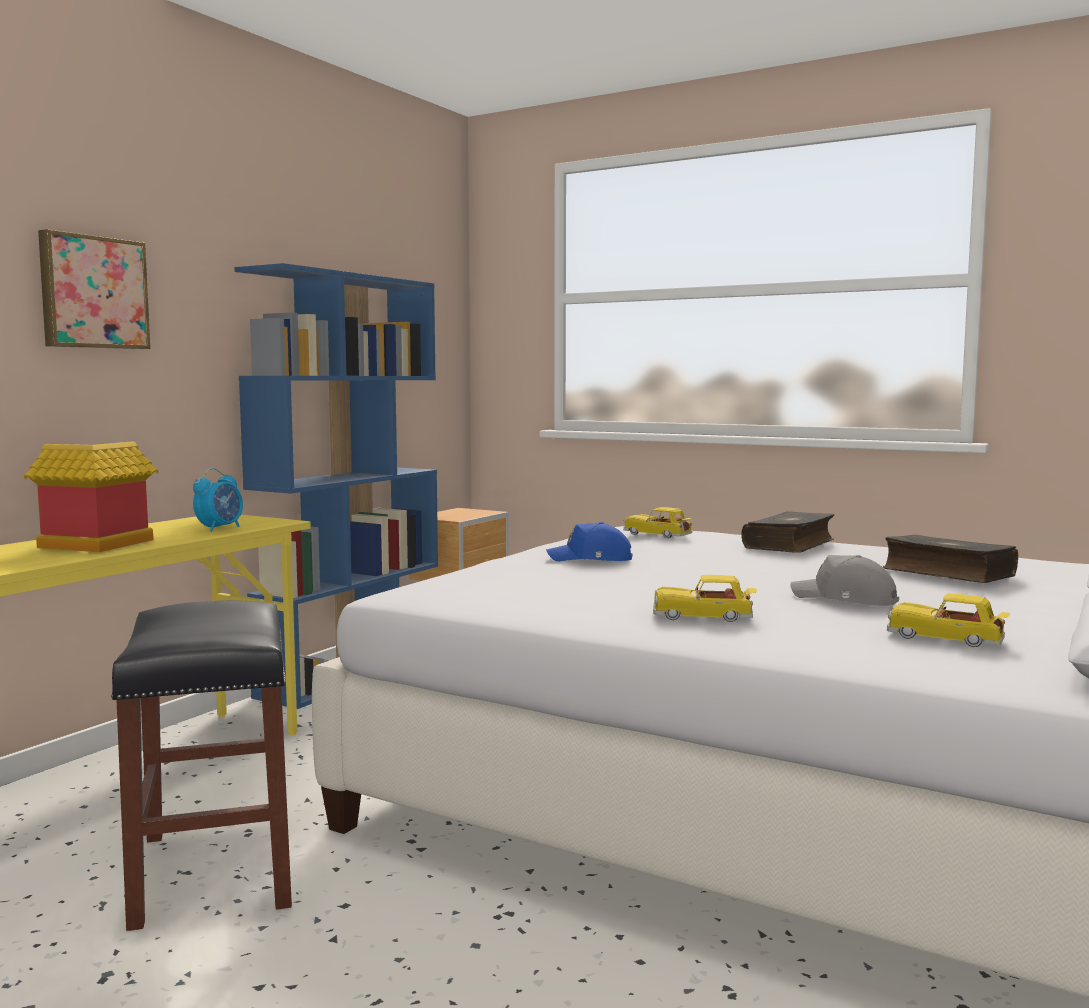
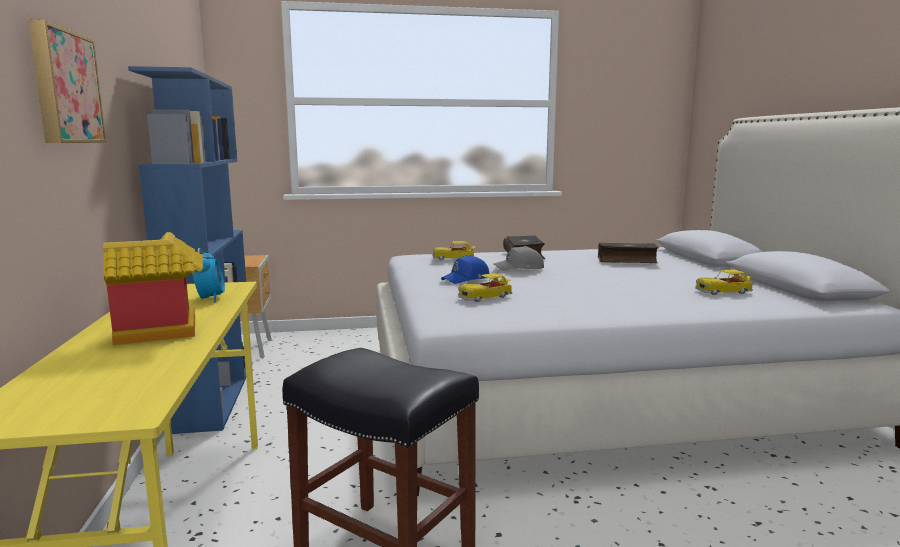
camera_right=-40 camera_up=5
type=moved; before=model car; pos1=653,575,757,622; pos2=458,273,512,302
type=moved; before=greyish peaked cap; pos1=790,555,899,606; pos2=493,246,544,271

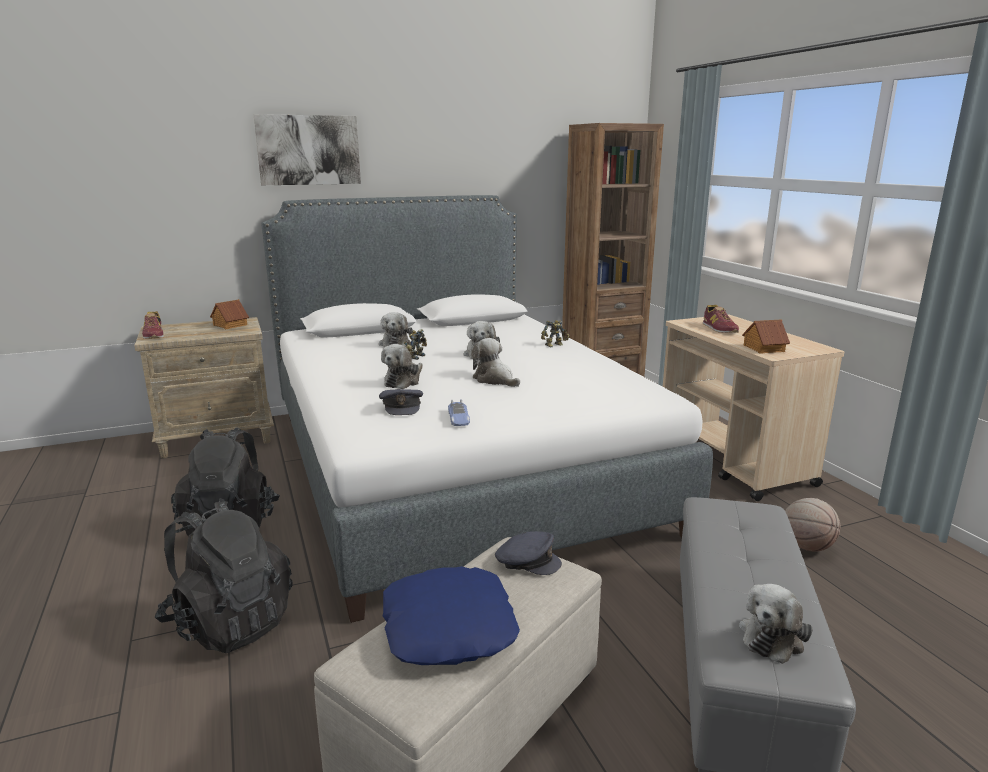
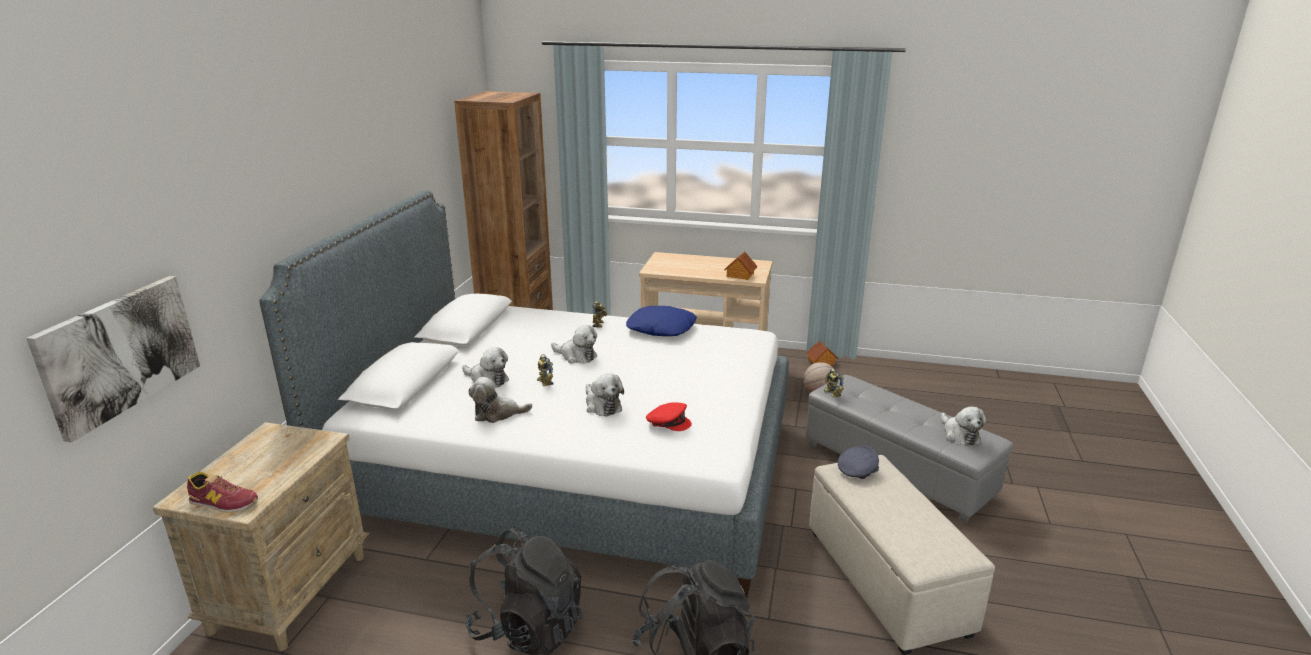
camera_right=-55 camera_up=5
type=moved; before=model house; pos1=210,299,249,329; pos2=806,340,839,365
type=moved; before=picture; pos1=254,114,361,185; pos2=26,276,200,442
type=recoloured; before=greyish peaked cap; after=red-coloured peaked cap; pos1=379,389,423,415; pos2=646,402,692,431
type=moved; before=blue-coloured throw pillow; pos1=383,566,520,665; pos2=626,306,697,336
type=removed; before=model car; pos1=448,399,470,426
type=moved; before=soft toy; pos1=471,338,520,387; pos2=468,377,532,423
type=removed; before=shoe; pos1=703,305,739,333
type=added; after=robot figure; pos2=824,368,844,397

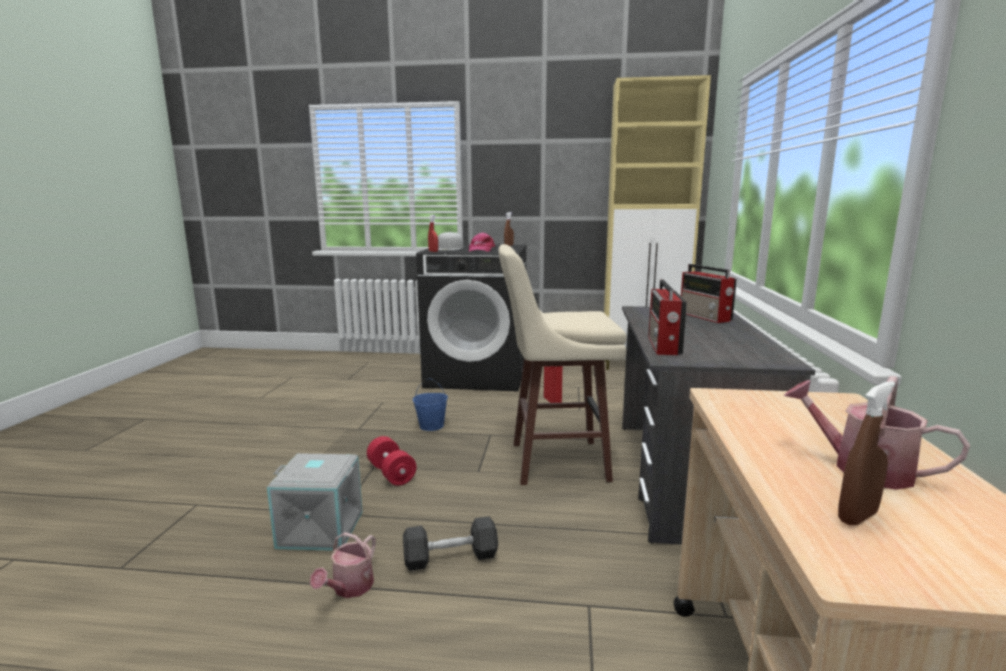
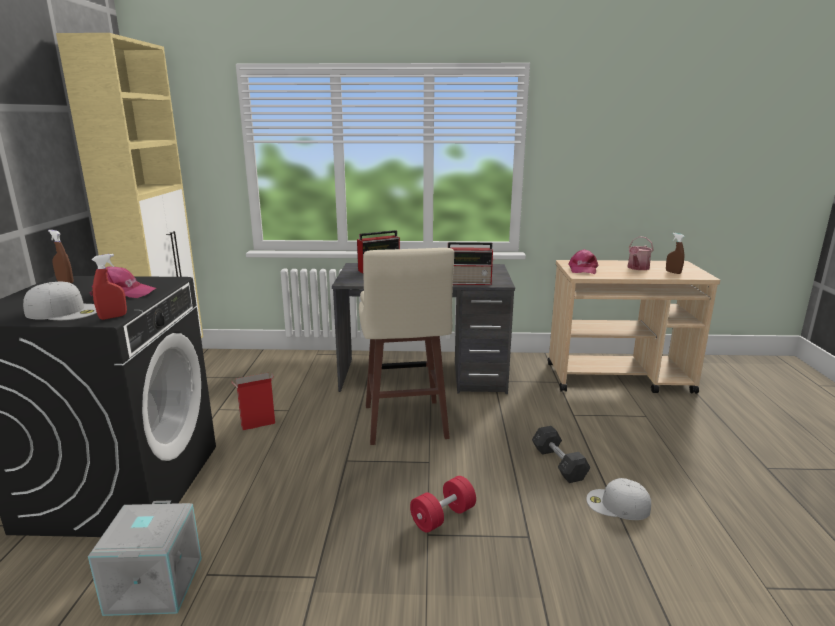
camera_right=-95 camera_up=5
type=moved; before=greyish storage container; pos1=267,453,363,551; pos2=88,501,202,616
type=replaced; before=watering can; after=white peaked cap; pos1=310,532,376,598; pos2=586,478,651,520
type=removed; before=blue-coloured water bucket; pos1=413,378,448,431
type=added; after=pink-coloured peaked cap; pos2=569,249,599,274

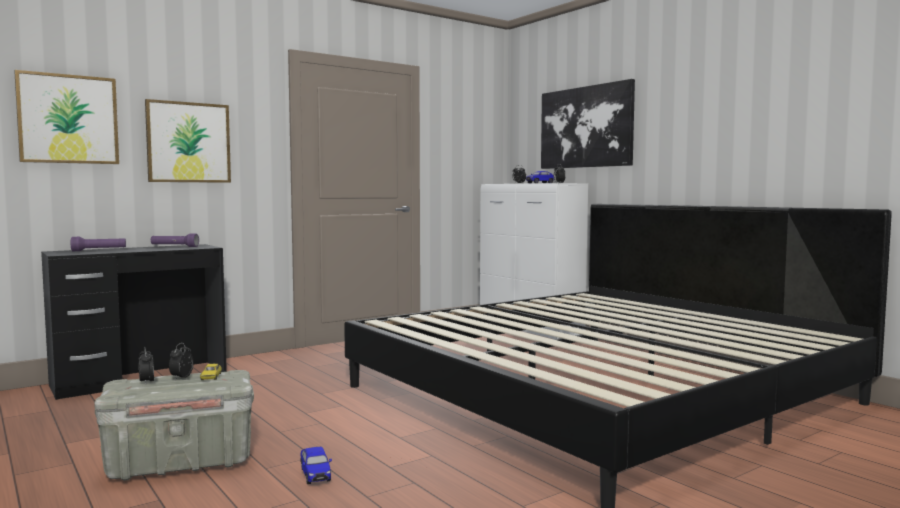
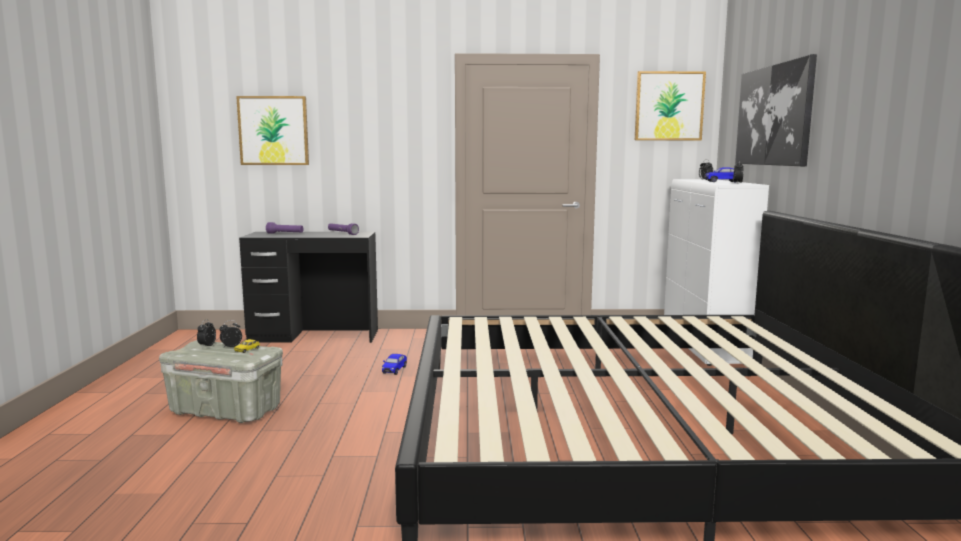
camera_right=35 camera_up=5
type=moved; before=picture; pos1=145,99,231,183; pos2=635,71,706,141
type=moved; before=model car; pos1=300,447,332,484; pos2=382,354,407,375

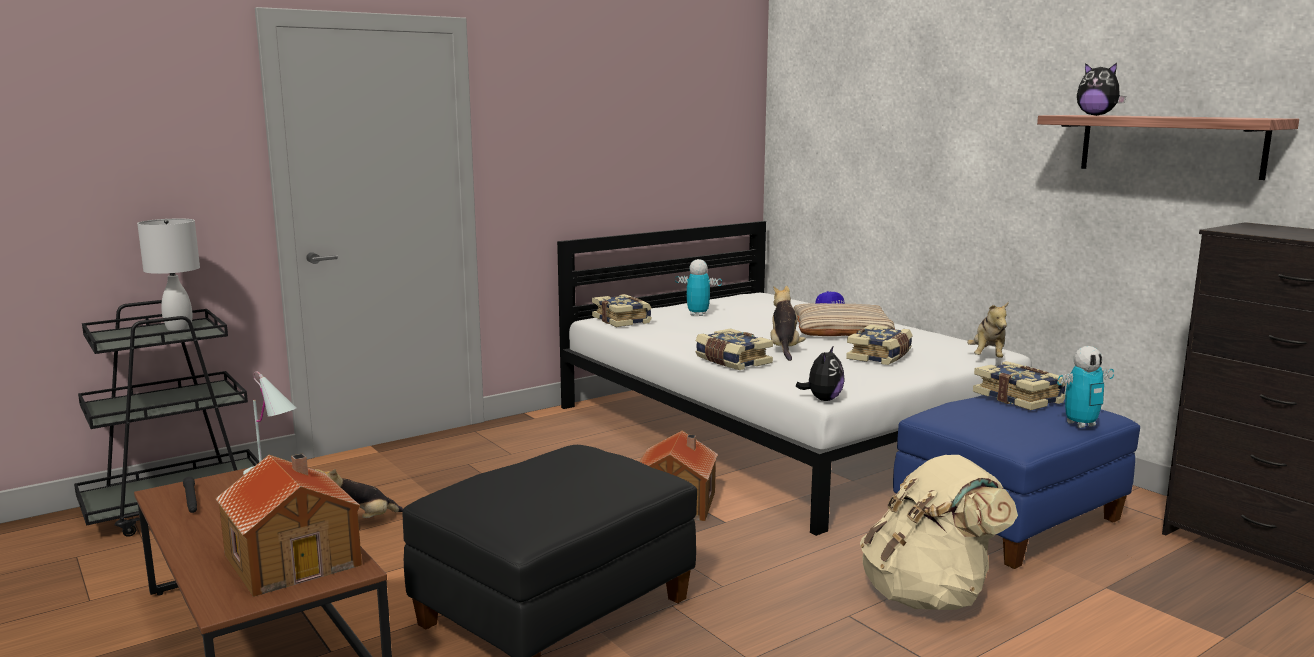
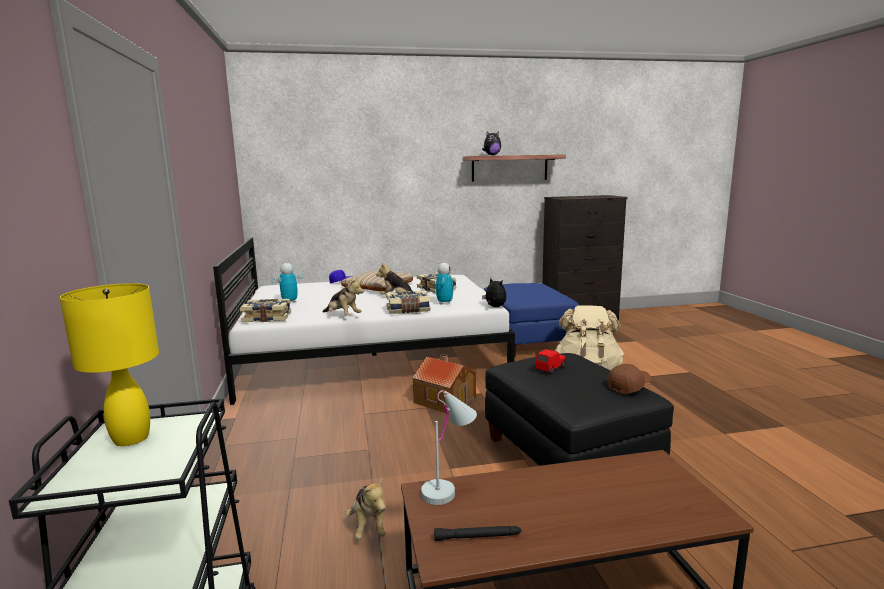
camera_right=-65 camera_up=0
type=recoloured; before=white lamp for a table; after=yellow-coloured lamp for a table; pos1=137,219,200,331; pos2=60,283,159,446
type=removed; before=model house; pos1=215,453,362,597
type=moved; before=soft toy; pos1=967,302,1009,358; pos2=323,277,364,315
type=removed; before=volume; pos1=973,361,1066,410
type=moved; before=robot figure; pos1=1057,346,1114,428; pos2=436,263,454,304
type=added; after=red-coloured model car; pos2=535,349,565,374
type=added; after=brownish peaked cap; pos2=608,364,652,394

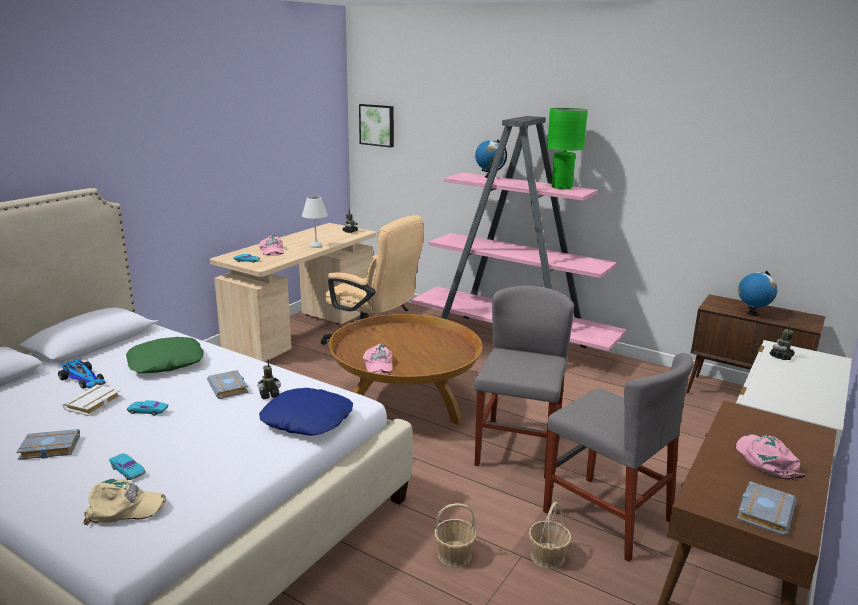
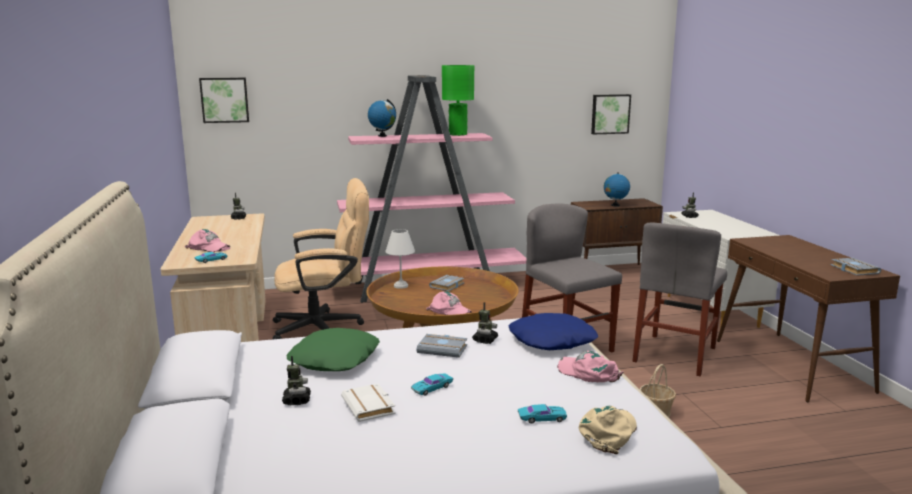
camera_right=-45 camera_up=-5
type=moved; before=greyish volume; pos1=16,429,80,460; pos2=429,275,465,292
type=replaced; before=model car; after=robot figure; pos1=58,358,106,389; pos2=282,356,311,405
type=moved; before=white lamp for a table; pos1=302,196,328,248; pos2=385,229,415,289
type=removed; before=storage basket; pos1=528,502,571,569
type=turned; before=greyish chair; pos1=543,353,694,562; pos2=633,223,727,376; turn=120
type=moved; before=pink-coloured peaked cap; pos1=736,434,805,480; pos2=557,351,623,382
type=added; after=picture; pos2=591,94,631,134

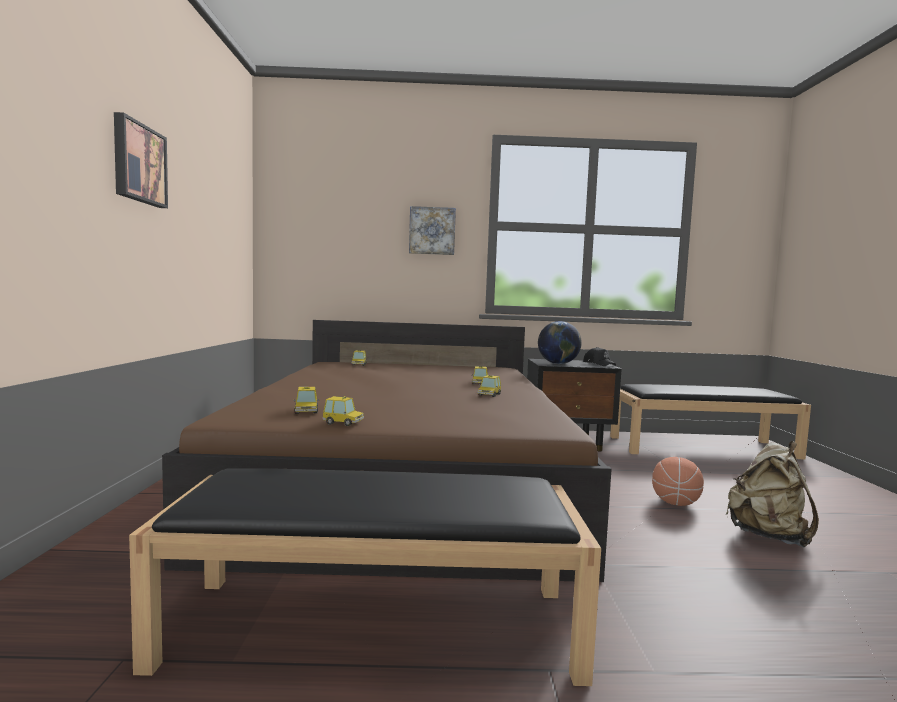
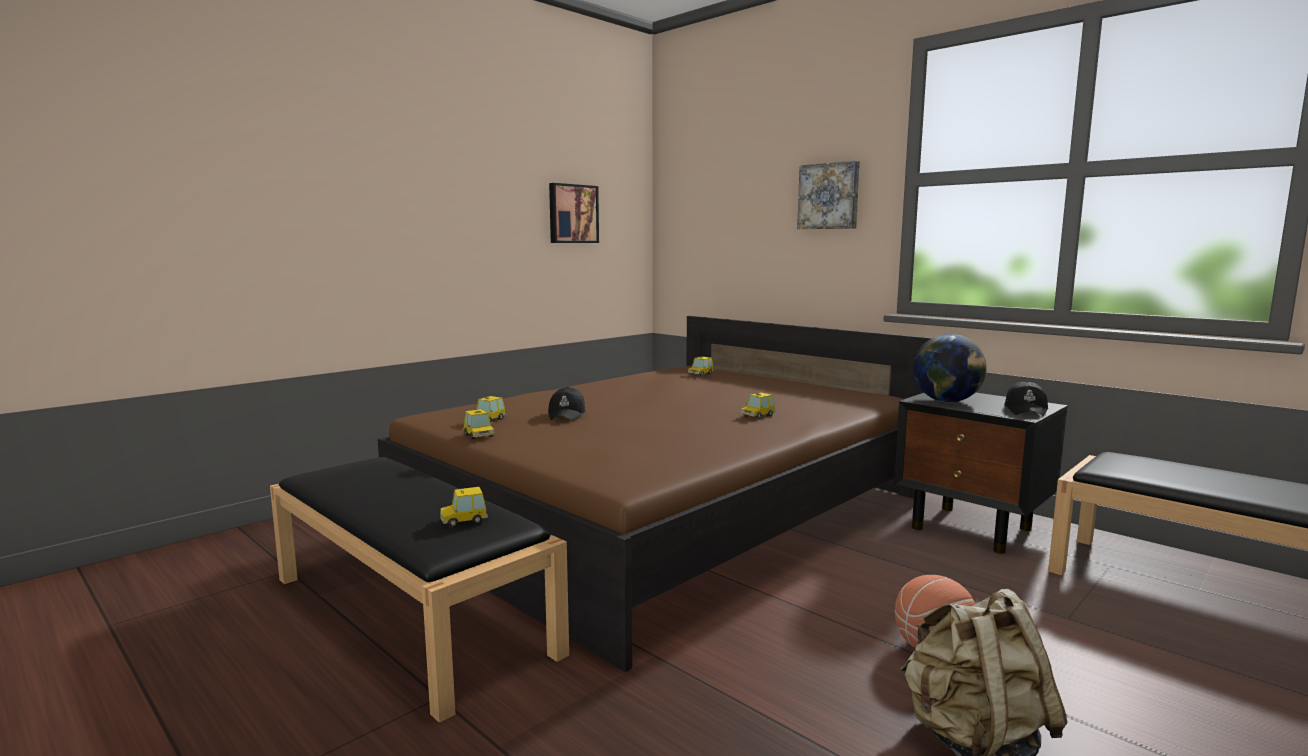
camera_right=45 camera_up=5
type=moved; before=picture; pos1=114,112,168,208; pos2=549,183,599,243
type=moved; before=model car; pos1=478,375,501,397; pos2=440,487,488,527
type=added; after=black peaked cap; pos2=548,387,586,421

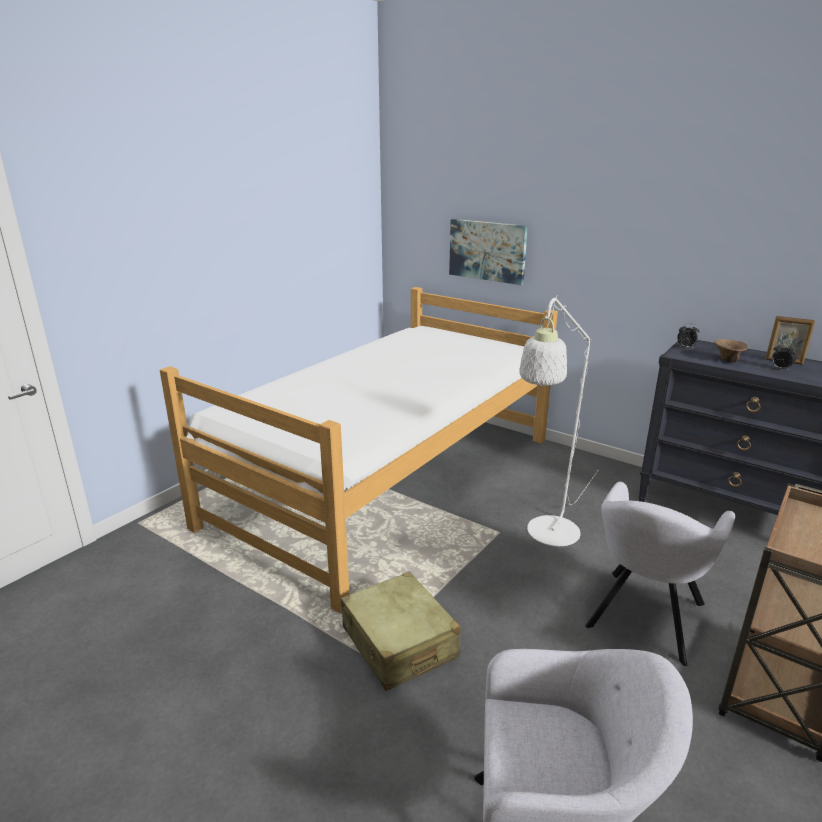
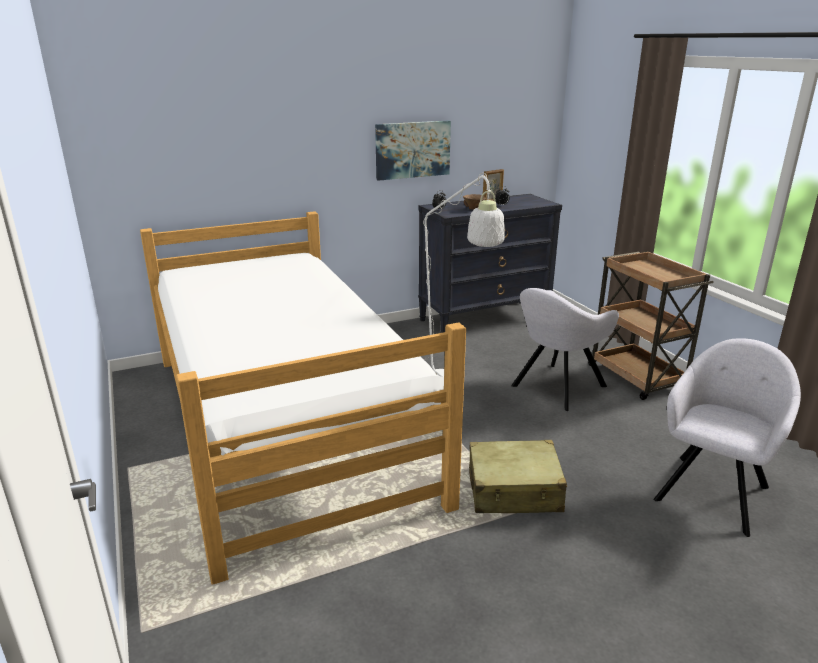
camera_right=-60 camera_up=0
type=moved; before=picture; pos1=449,219,528,285; pos2=375,120,451,181
type=turned; before=greyish lounge chair; pos1=585,482,735,666; pos2=511,288,619,411; turn=75

